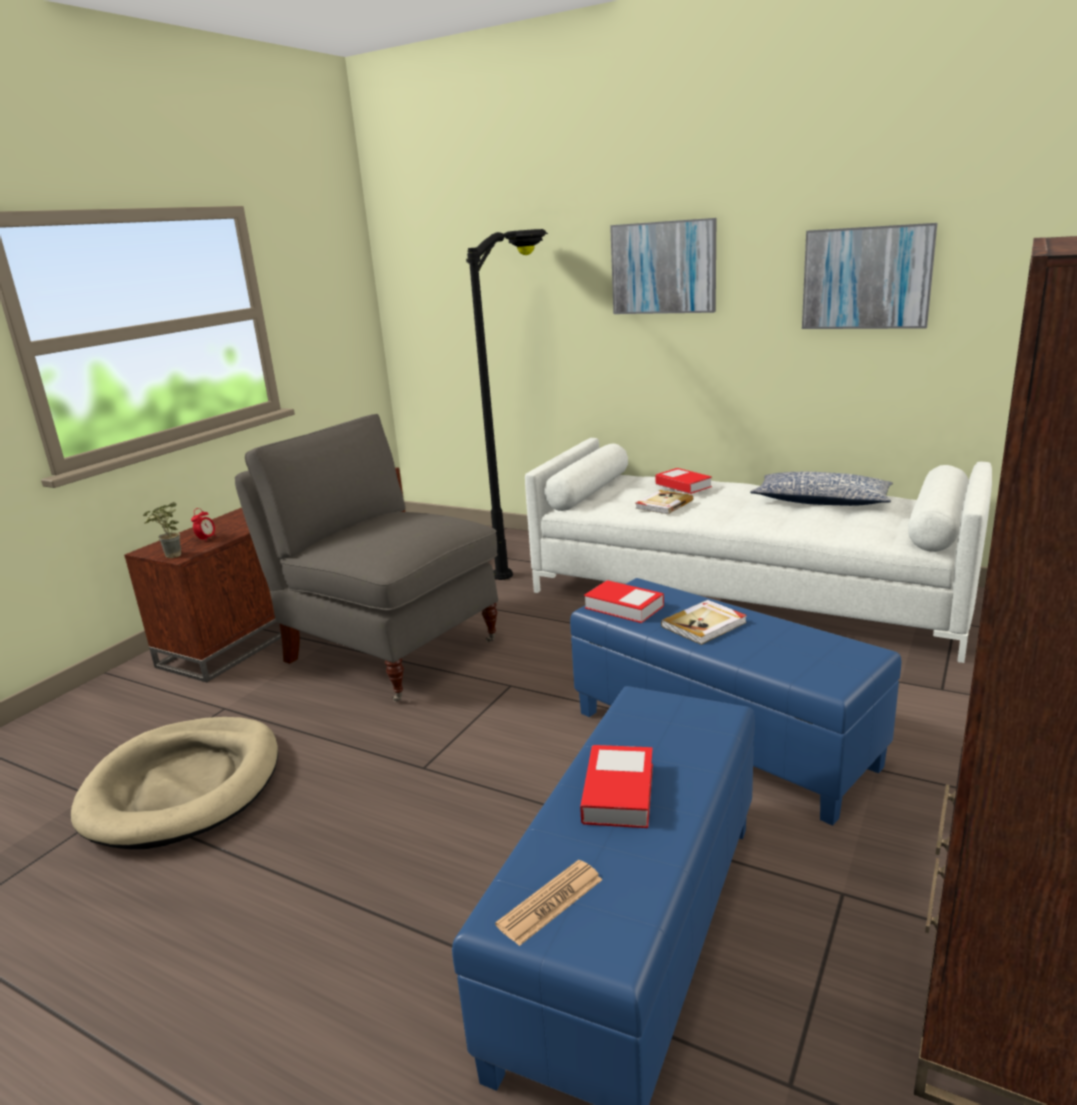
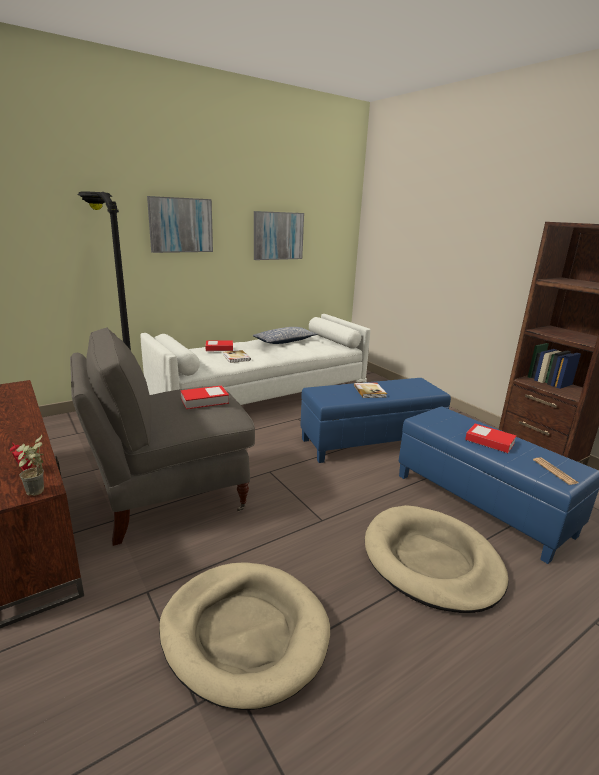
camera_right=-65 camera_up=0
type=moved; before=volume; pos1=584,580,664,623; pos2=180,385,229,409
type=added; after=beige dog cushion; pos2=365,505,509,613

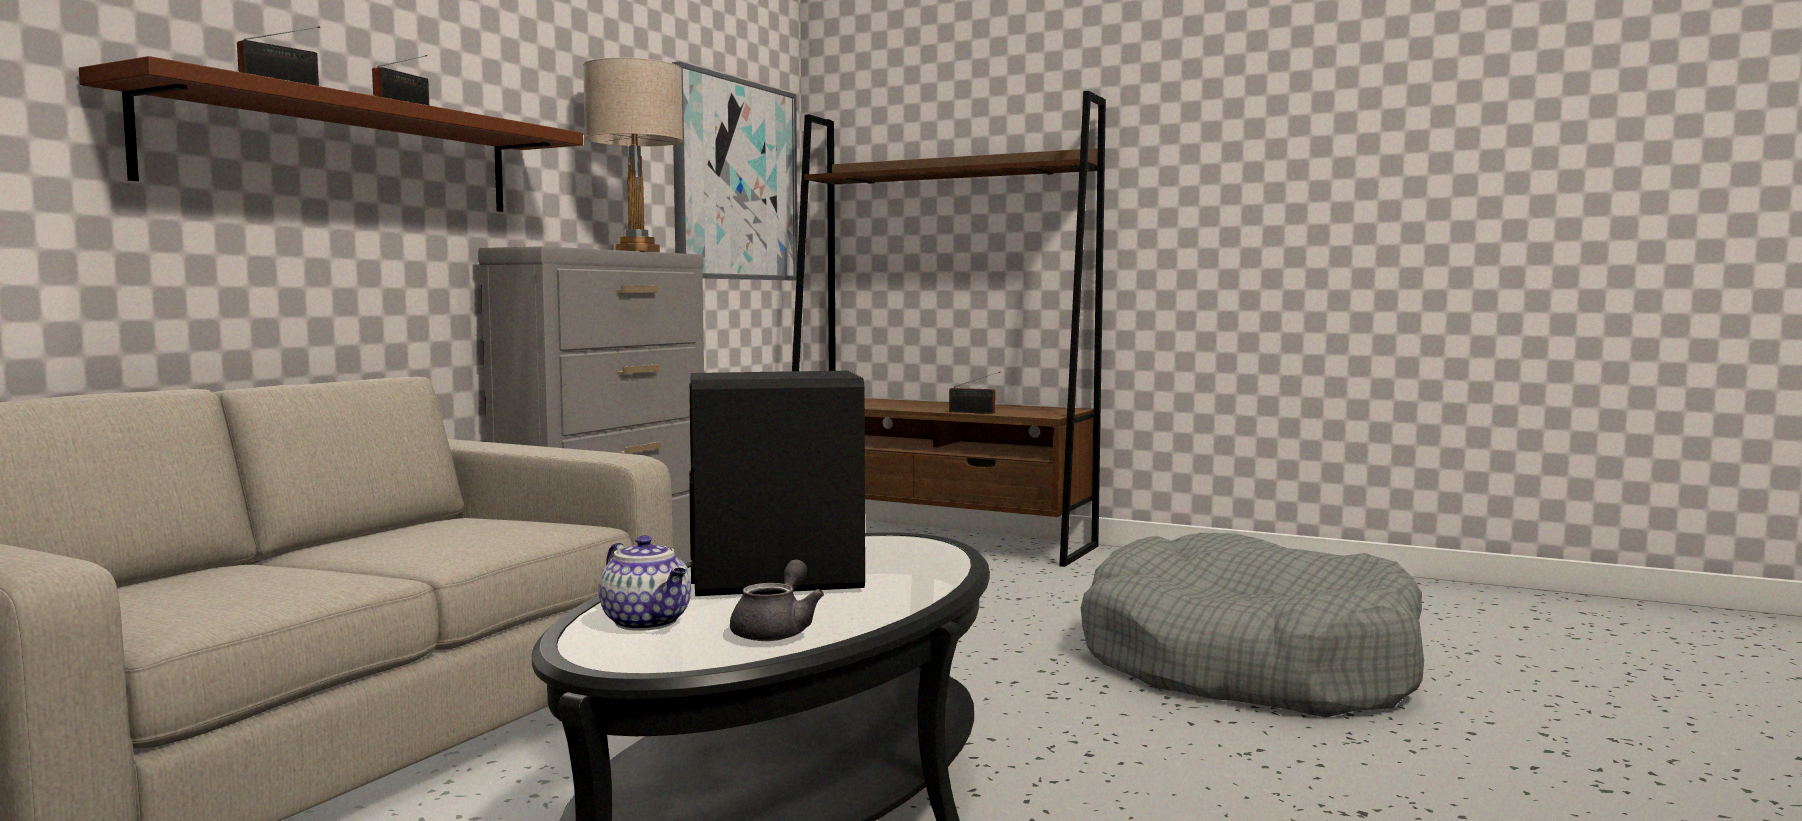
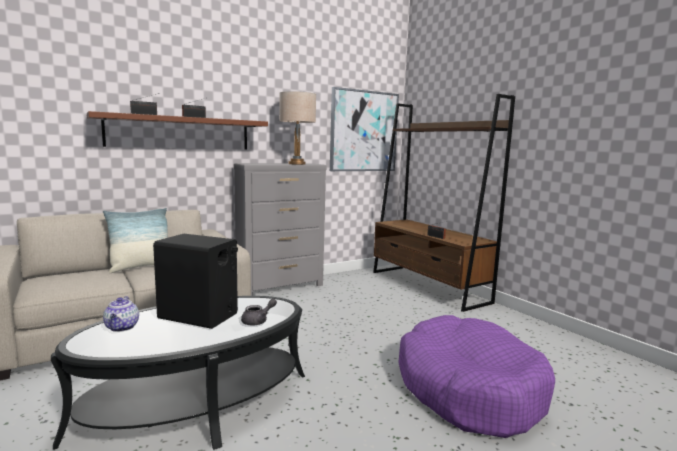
camera_right=30 camera_up=5
type=moved; before=greyish tea pot; pos1=730,559,824,641; pos2=241,298,277,326
type=recoloured; before=greyish dog cushion; after=purplish dog cushion; pos1=1081,533,1424,718; pos2=398,315,555,438
type=added; after=throw pillow; pos2=103,208,168,273

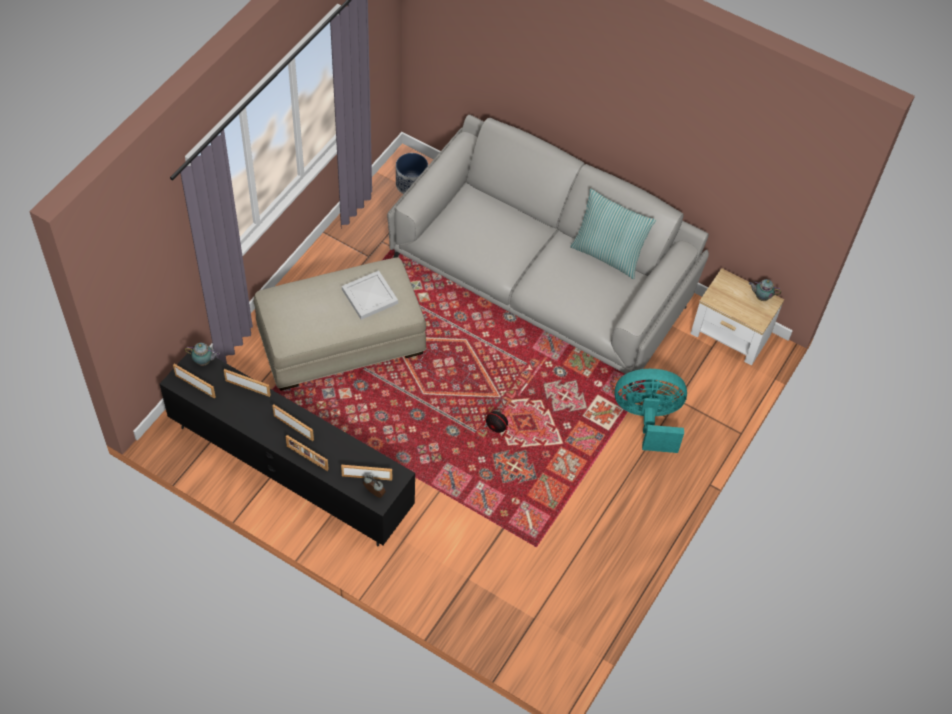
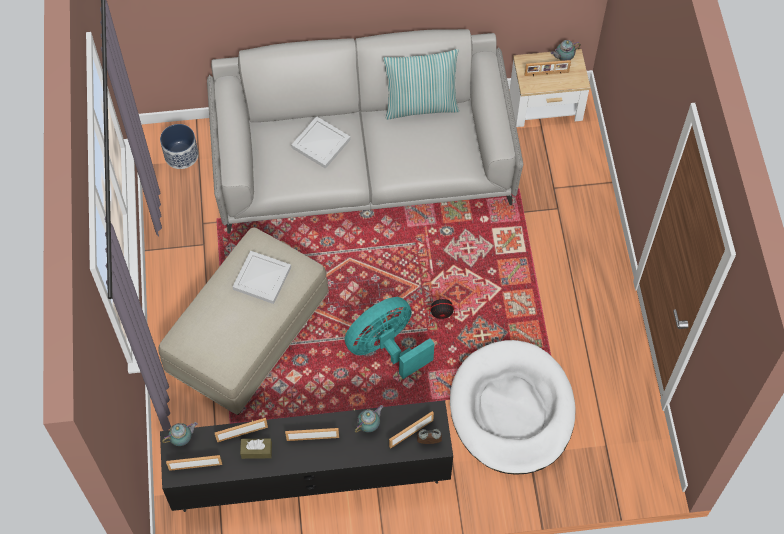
camera_right=-35 camera_up=5
type=moved; before=picture frame; pos1=286,435,329,471; pos2=525,60,571,76
type=moved; before=blue-green cooling fan; pos1=614,369,687,453; pos2=345,297,435,379
type=added; after=brownish tissue box; pos2=240,439,272,459
type=added; after=white tray; pos2=291,116,351,169
type=added; after=tea pot; pos2=355,405,384,433
type=added; after=white dog cushion; pos2=450,340,576,475

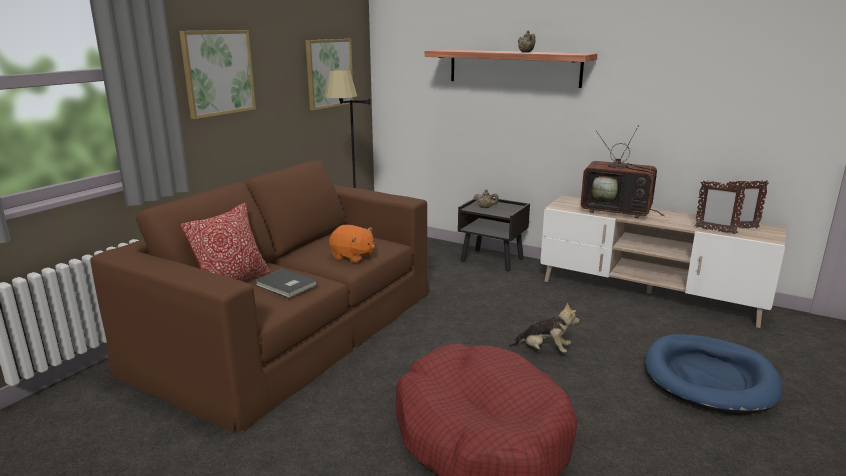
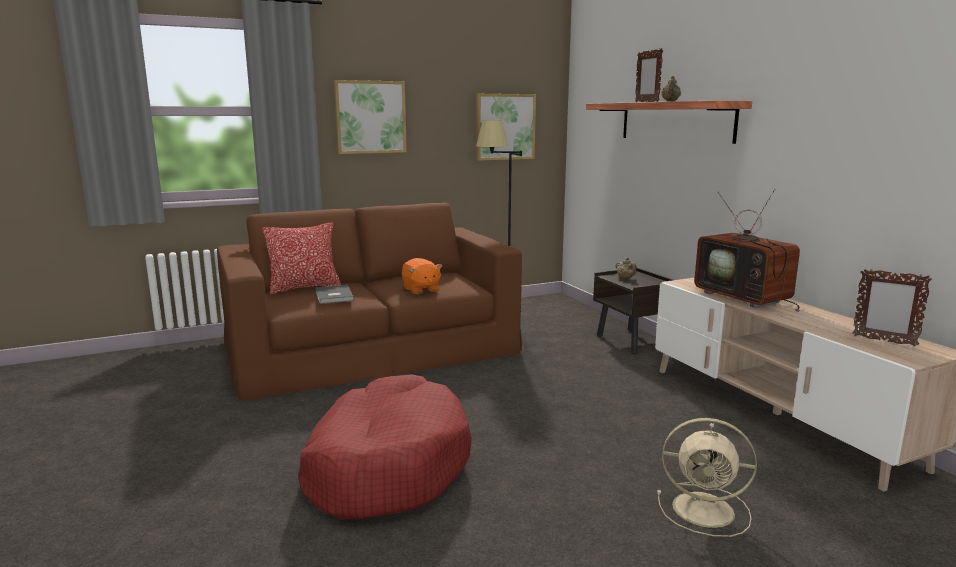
camera_right=35 camera_up=-5
type=removed; before=soft toy; pos1=509,303,579,353
type=replaced; before=blue-coloured dog cushion; after=beige cooling fan; pos1=645,334,783,415; pos2=657,418,757,537
type=moved; before=picture frame; pos1=695,180,747,234; pos2=635,48,663,102

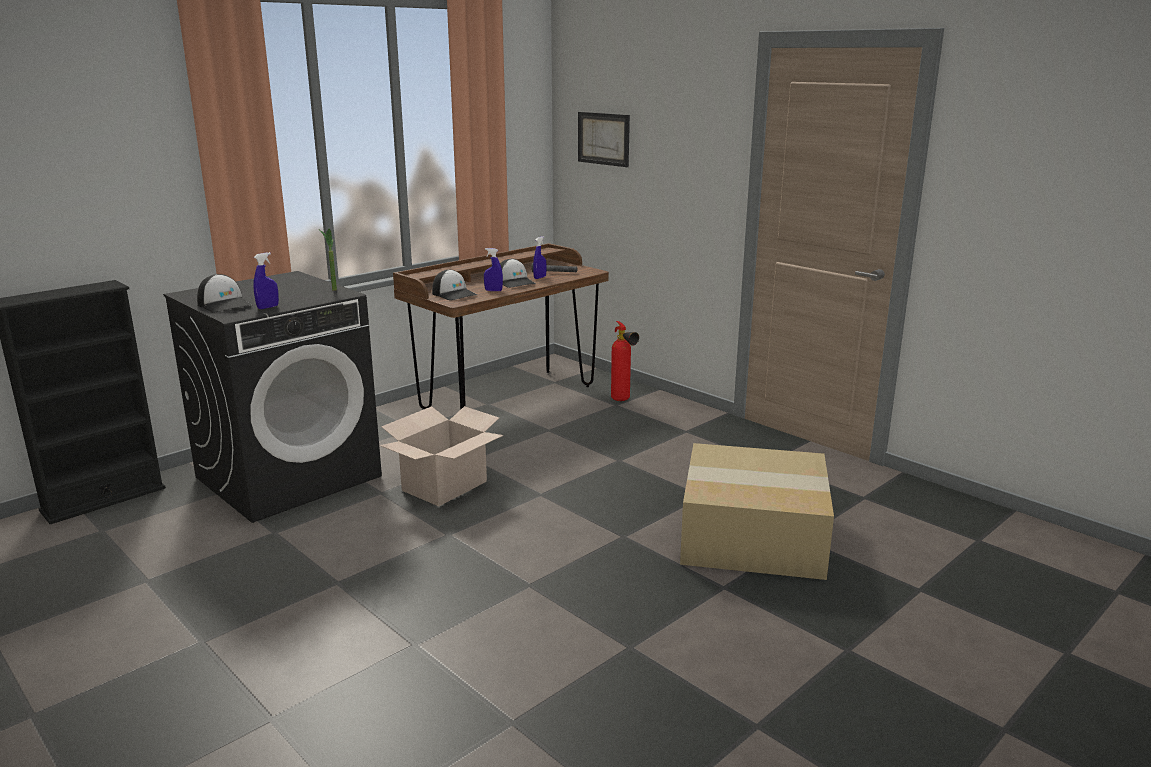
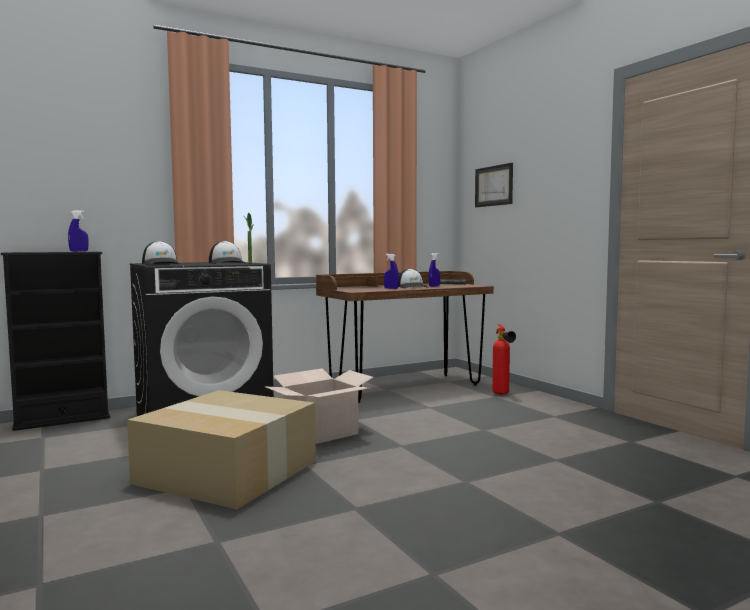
camera_right=15 camera_up=-15
type=moved; before=blue-coloured sprayer; pos1=253,252,279,309; pos2=68,210,89,252
type=moved; before=peaked cap; pos1=432,269,477,300; pos2=209,241,246,264
type=moved; before=packing box; pos1=680,443,834,580; pos2=127,390,316,509

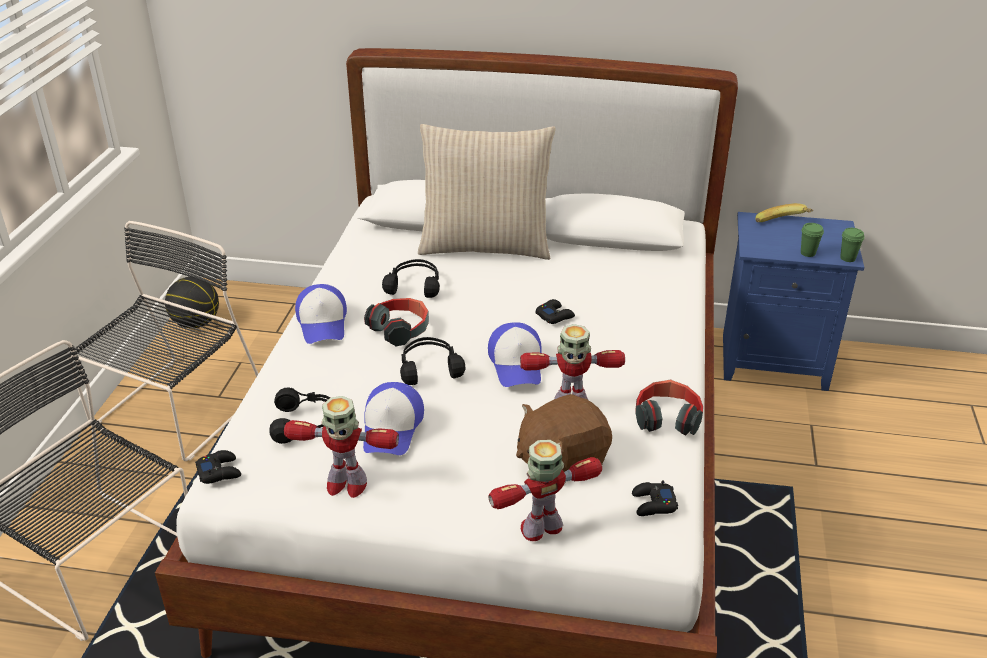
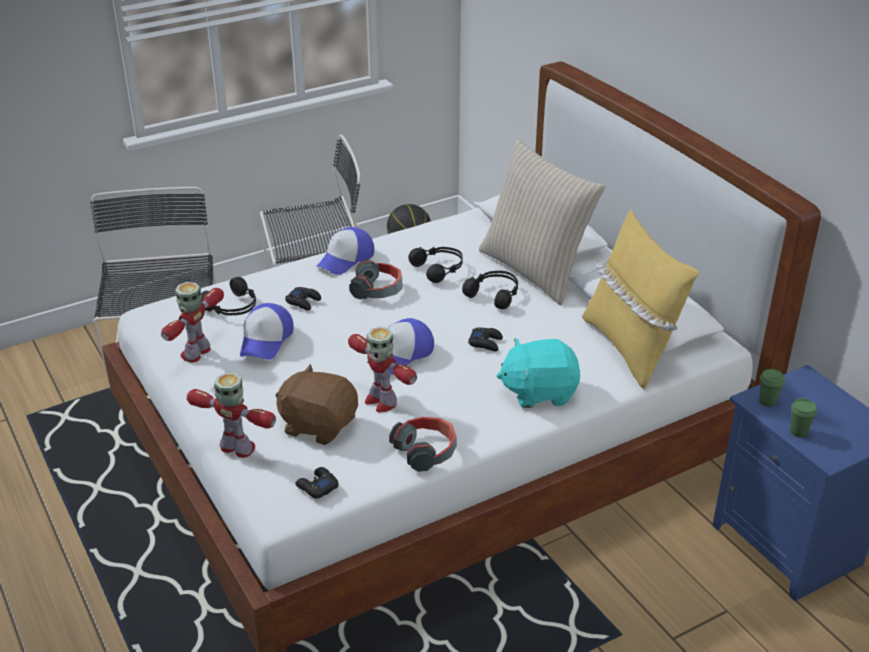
camera_right=50 camera_up=0
type=moved; before=black gamepad; pos1=195,450,241,484; pos2=285,287,321,311
type=turned; before=robot figure; pos1=284,396,399,498; pos2=161,282,224,362; turn=60
type=turned; before=peaked cap; pos1=363,382,424,455; pos2=240,303,294,360; turn=-45
type=moved; before=black headphones; pos1=400,337,465,385; pos2=462,271,518,309
type=removed; before=banana fruit; pos1=755,203,813,222
type=moved; before=green-coloured small cup; pos1=840,228,865,262; pos2=759,369,785,407
type=added; after=blue-green soft toy; pos2=497,338,580,408
type=added; after=yellow-coloured throw pillow; pos2=582,210,699,389

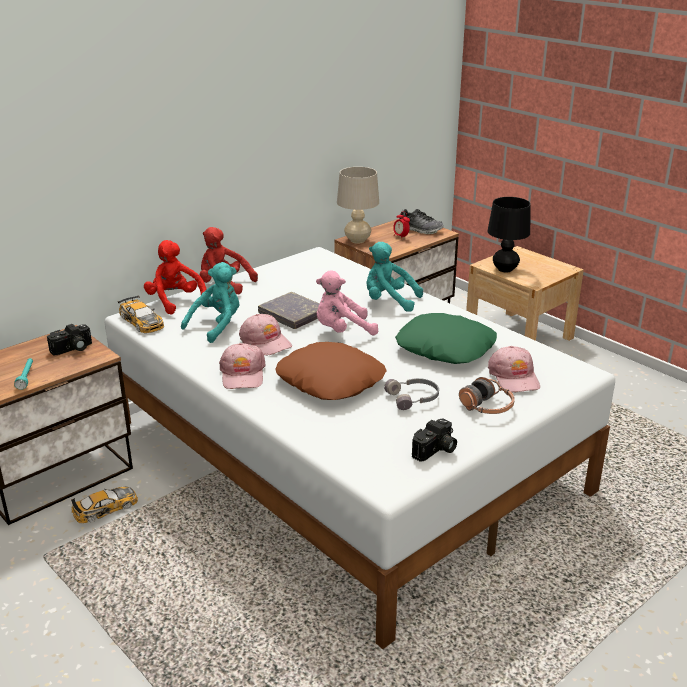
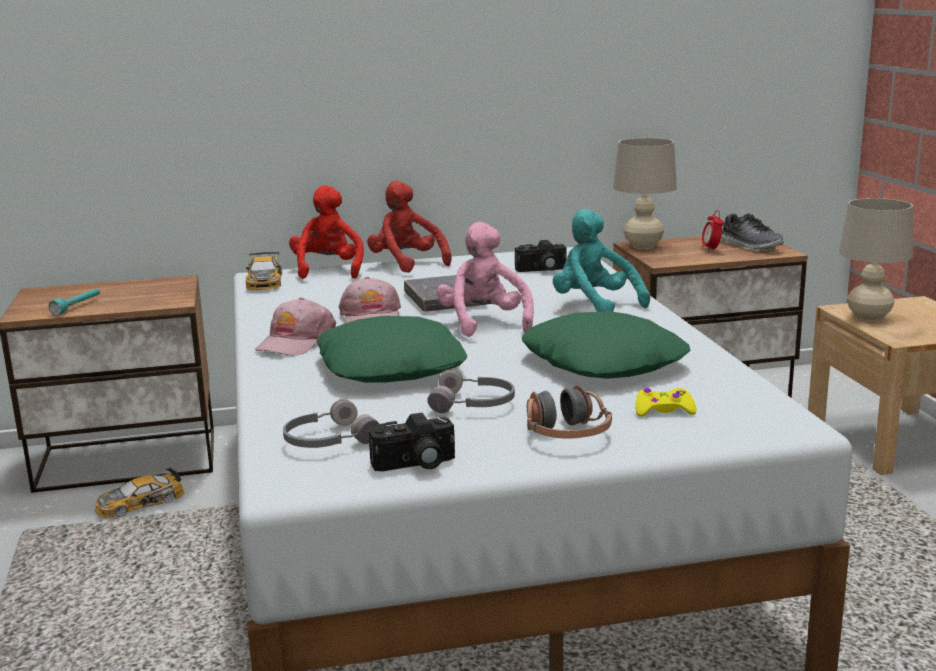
camera_right=30 camera_up=-10
type=moved; before=photo camera; pos1=47,324,92,356; pos2=515,240,567,272
type=turned; before=model car; pos1=71,486,138,523; pos2=95,468,184,518; turn=150
type=removed; before=blue-green soft toy; pos1=181,262,239,343
type=recoloured; before=brownish throw pillow; after=green-coloured throw pillow; pos1=275,342,387,400; pos2=316,316,467,383
type=turned; before=pink-coloured soft toy; pos1=316,271,378,336; pos2=437,222,534,337; turn=60
type=recoloured; before=black lamp for a table; after=beige lamp for a table; pos1=487,197,531,272; pos2=839,198,913,321
type=replaced; before=pink-coloured peaked cap; after=yellow-coloured gamepad; pos1=488,346,540,392; pos2=636,388,697,417
type=added; after=greyish headphones; pos2=283,399,379,448

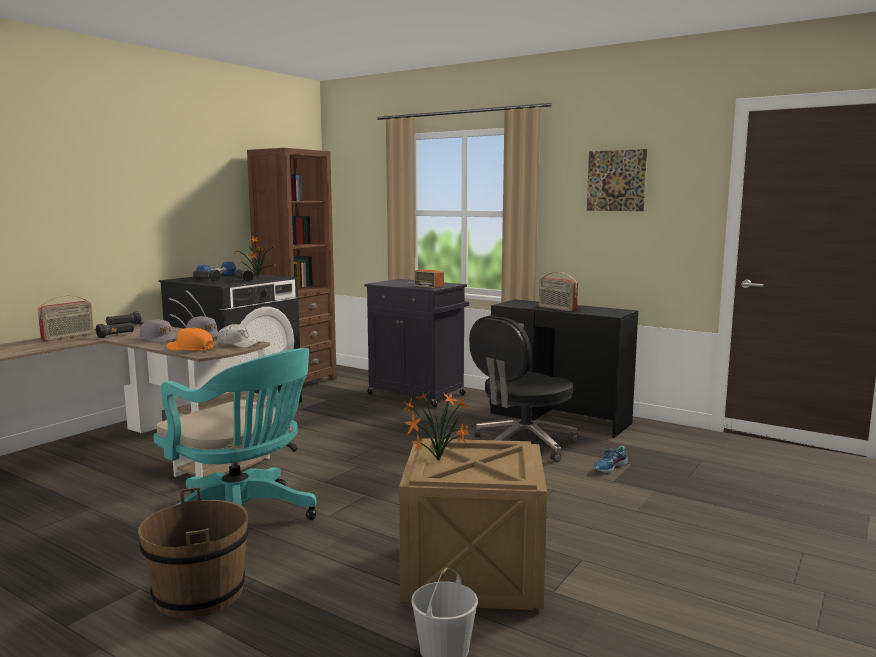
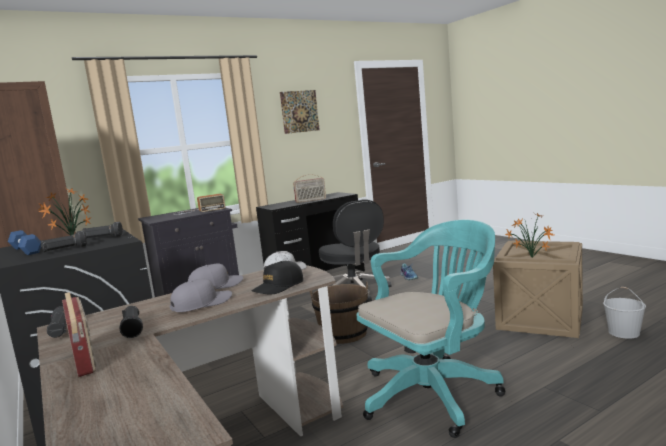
camera_right=-65 camera_up=0
type=moved; before=brownish water bucket; pos1=138,487,249,619; pos2=310,281,369,344
type=recoloured; before=orange-coloured peaked cap; after=black peaked cap; pos1=166,327,214,351; pos2=252,261,304,294

